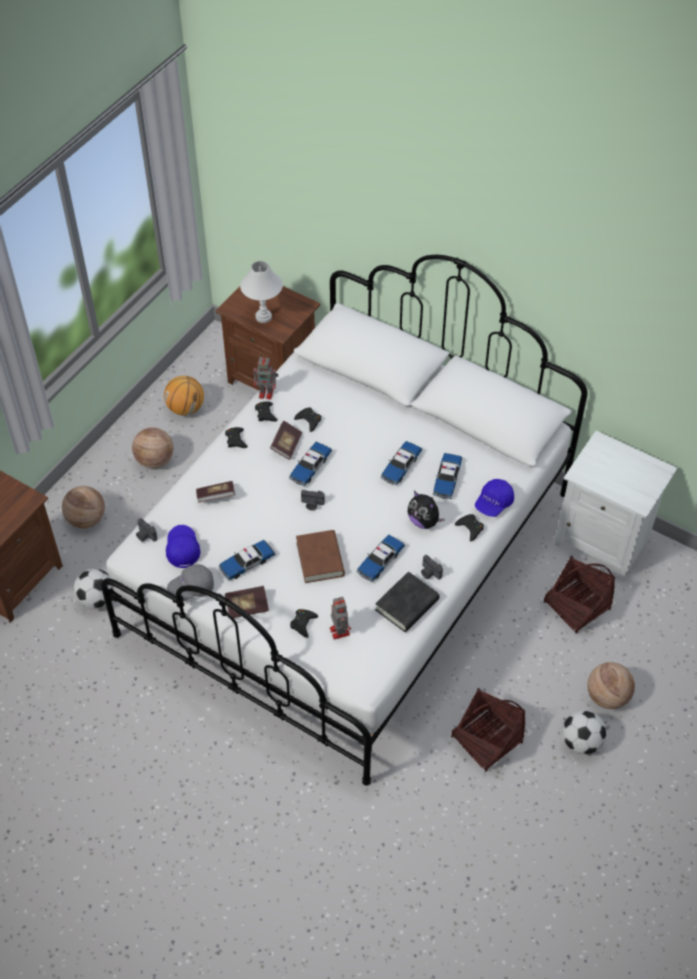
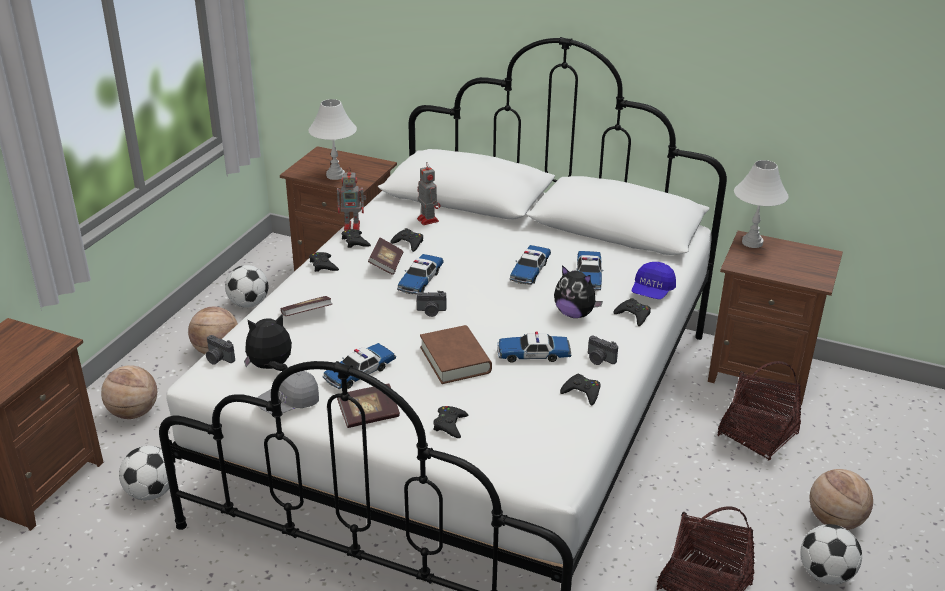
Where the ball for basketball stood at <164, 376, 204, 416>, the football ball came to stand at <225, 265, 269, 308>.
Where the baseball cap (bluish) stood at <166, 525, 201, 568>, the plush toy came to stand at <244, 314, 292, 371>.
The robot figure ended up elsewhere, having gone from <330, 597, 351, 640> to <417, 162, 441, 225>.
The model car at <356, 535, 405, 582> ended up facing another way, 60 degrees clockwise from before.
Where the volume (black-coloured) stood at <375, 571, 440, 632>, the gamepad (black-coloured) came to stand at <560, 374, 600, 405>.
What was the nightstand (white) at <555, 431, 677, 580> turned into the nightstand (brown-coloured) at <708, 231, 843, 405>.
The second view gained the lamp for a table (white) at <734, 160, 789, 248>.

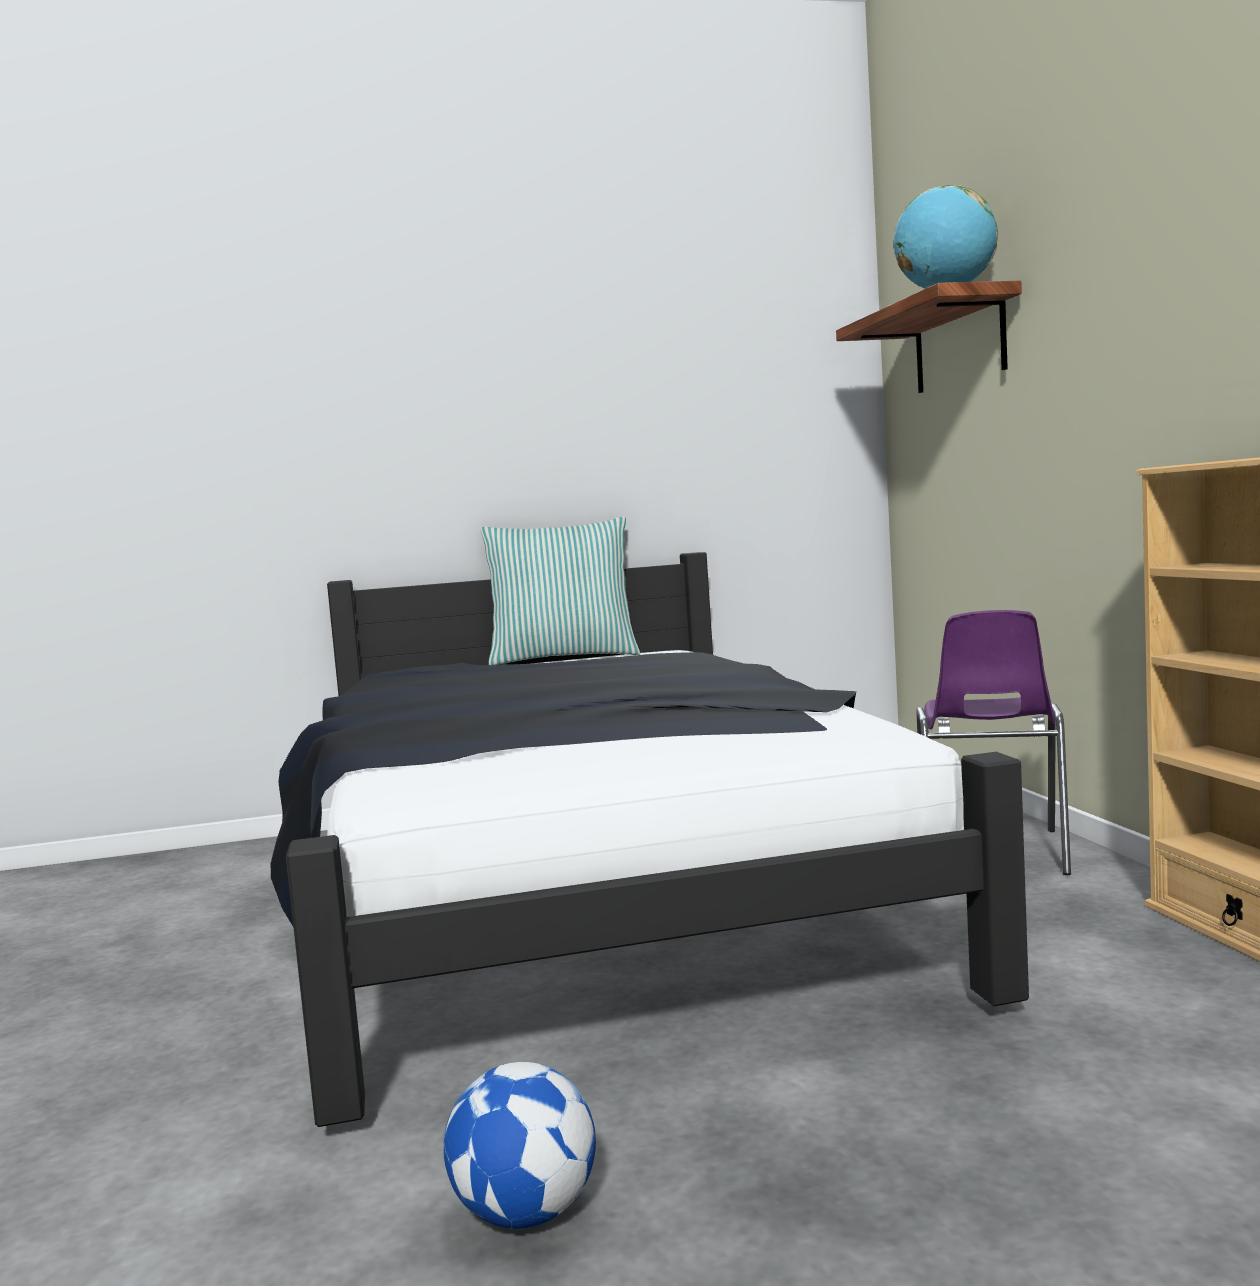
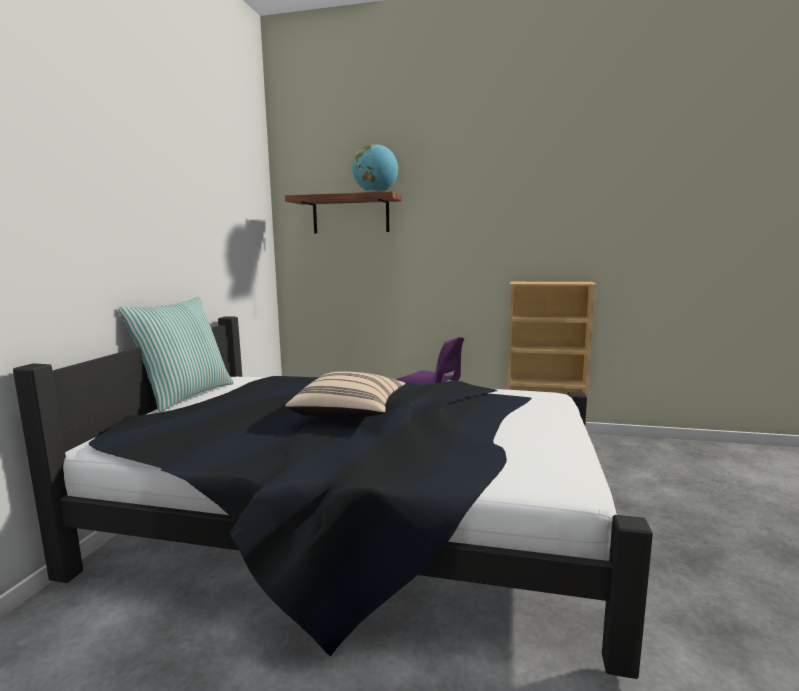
The second view gained the cushion (beige) at <285, 371, 406, 418>.
The second view lost the football ball at <443, 1062, 596, 1229>.

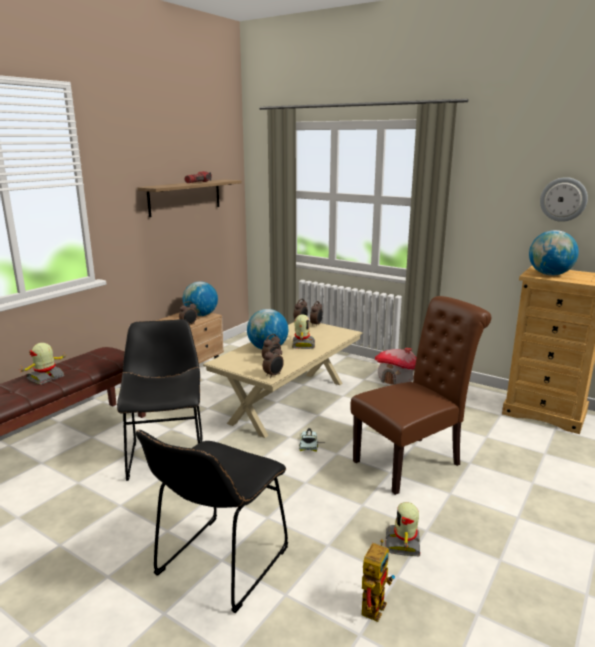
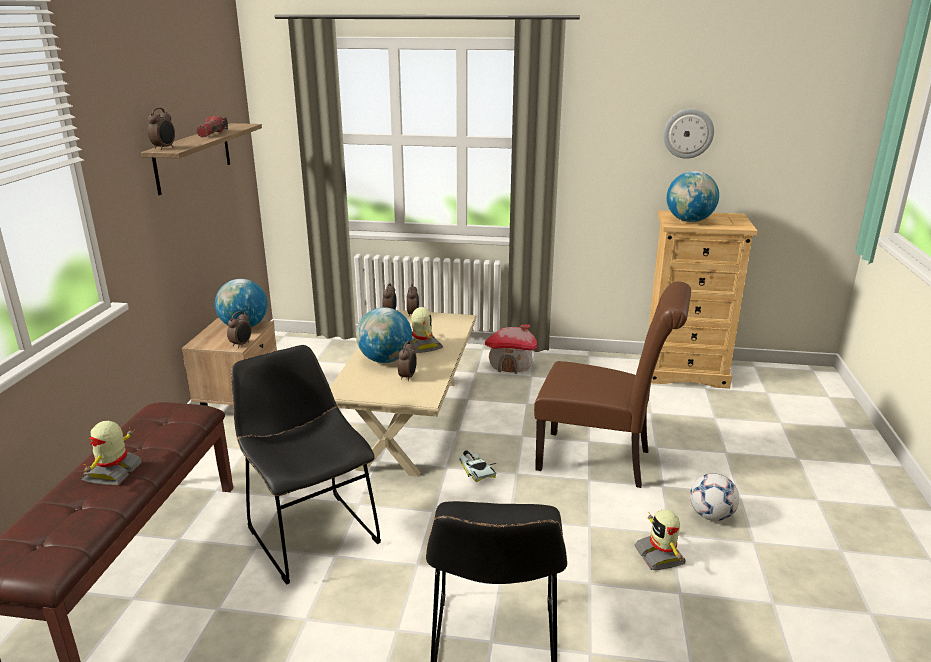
The bedside clock ended up elsewhere, having gone from <263, 346, 284, 378> to <148, 108, 175, 150>.
The chair (brown-coloured) at <350, 296, 492, 495> ended up facing another way, 75 degrees clockwise from before.
The second view gained the football ball at <690, 473, 739, 521>.
The second view lost the robot figure at <361, 539, 395, 622>.

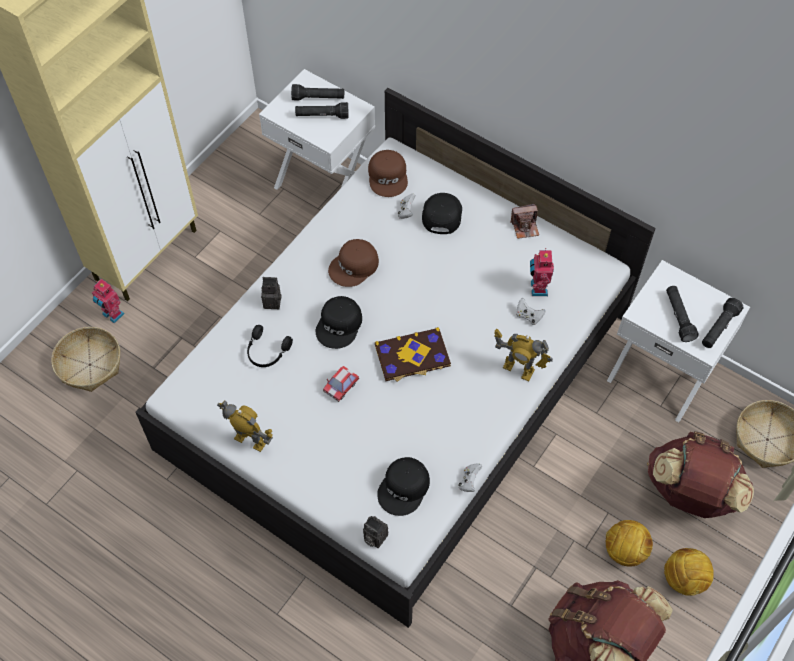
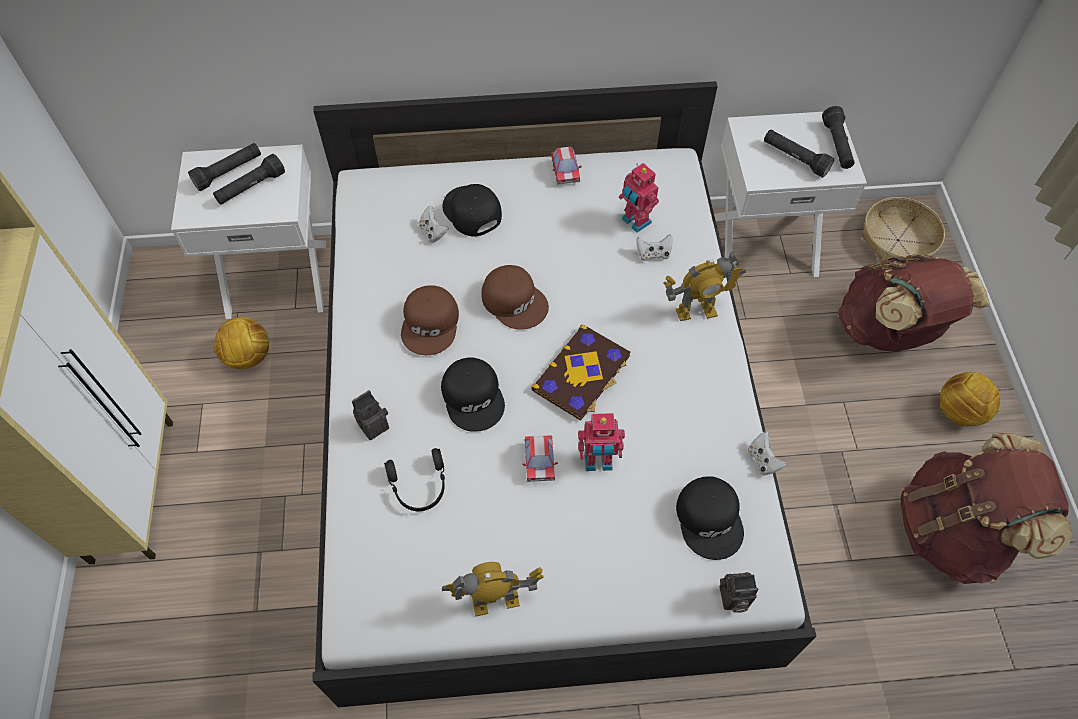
The football ball ended up elsewhere, having gone from <606, 520, 653, 567> to <213, 317, 269, 369>.
The baseball cap (brown-coloured) ended up elsewhere, having gone from <368, 150, 408, 197> to <481, 265, 549, 330>.
Where the photo camera stood at <510, 204, 539, 239>, the model car came to stand at <551, 146, 582, 185>.
The robot figure ended up elsewhere, having gone from <92, 279, 125, 323> to <578, 413, 625, 471>.
The second view lost the household basket at <51, 327, 120, 392>.

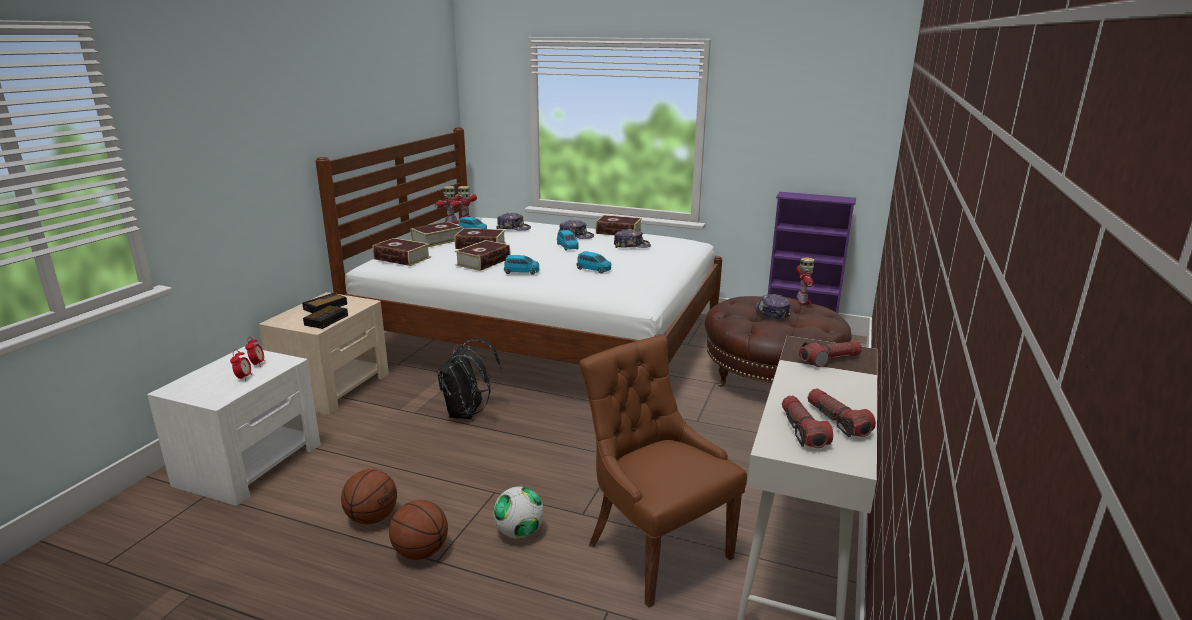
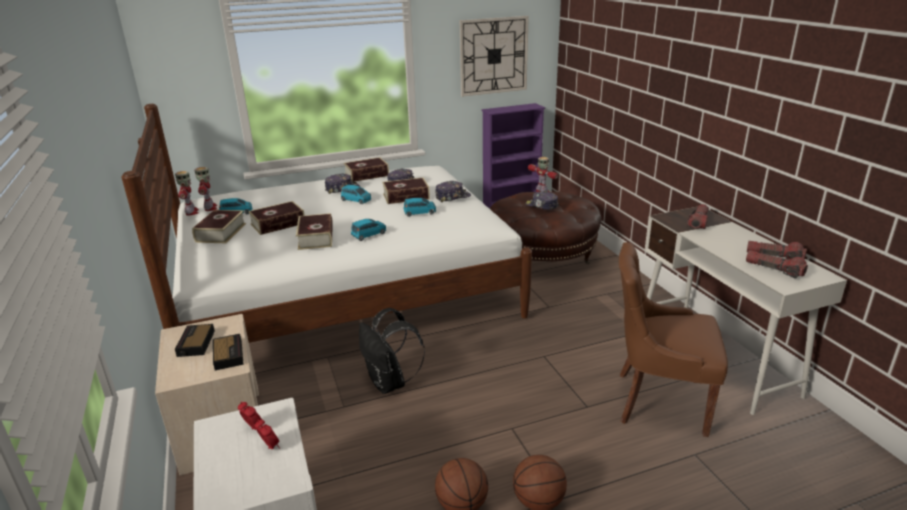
The volume ended up elsewhere, having gone from <373, 238, 431, 266> to <382, 178, 430, 204>.
The baseball cap ended up elsewhere, having gone from <496, 213, 531, 231> to <435, 181, 471, 202>.
The second view gained the wall clock at <460, 16, 529, 97>.
The second view lost the football ball at <493, 487, 544, 539>.

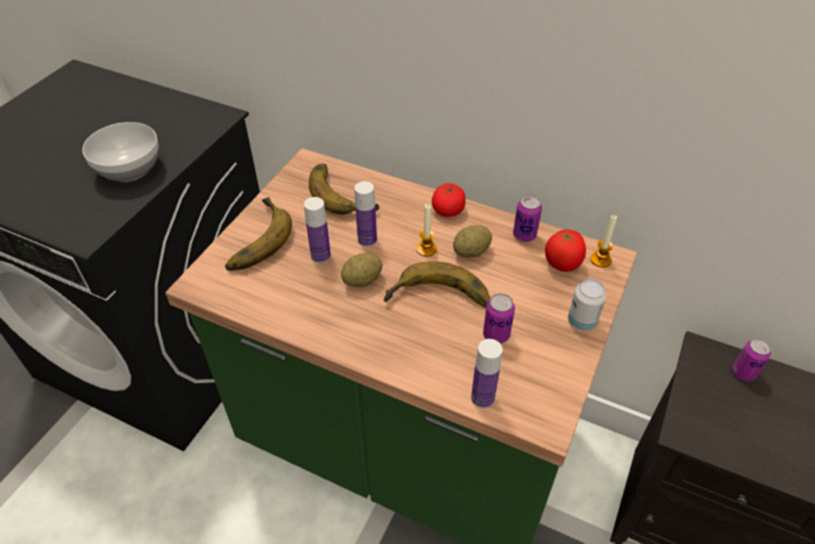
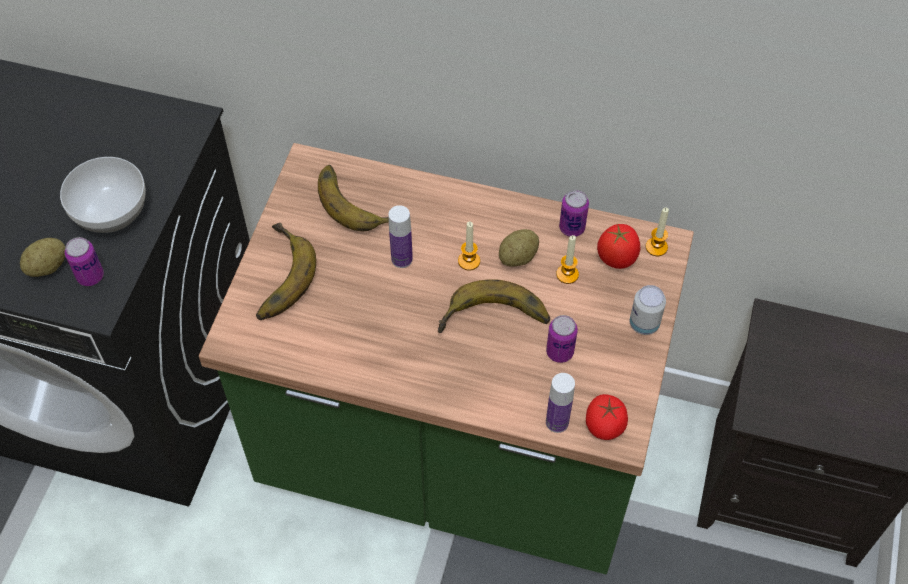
The spud ended up elsewhere, having gone from <341, 253, 383, 287> to <20, 238, 65, 277>.
The can ended up elsewhere, having gone from <732, 338, 771, 381> to <65, 237, 104, 286>.
The second view gained the candle at <556, 235, 579, 284>.
The fresh tomato ended up elsewhere, having gone from <432, 183, 466, 217> to <586, 394, 628, 440>.
The second view lost the bottle at <304, 197, 331, 263>.

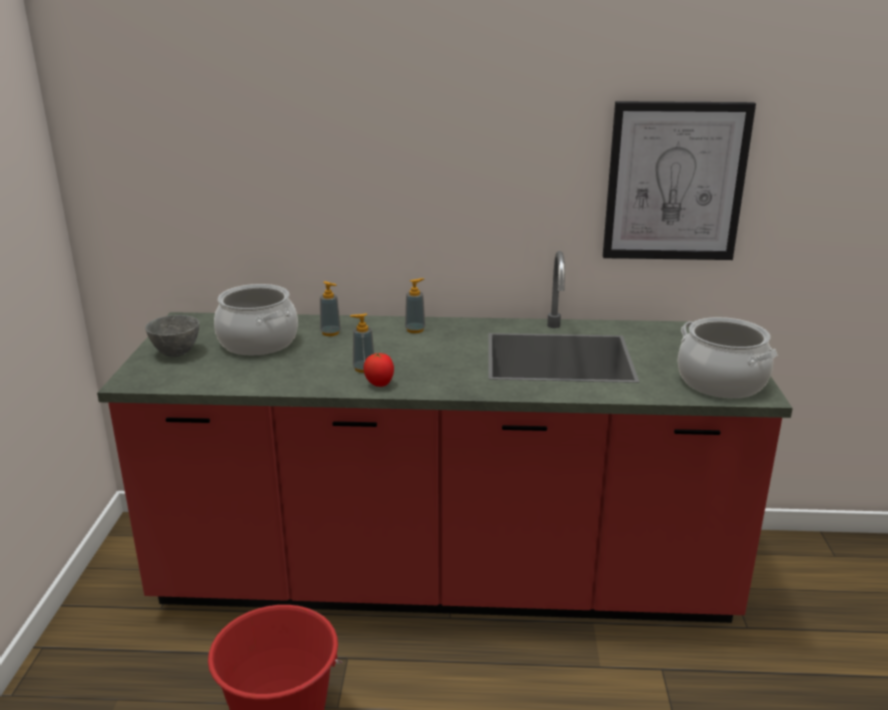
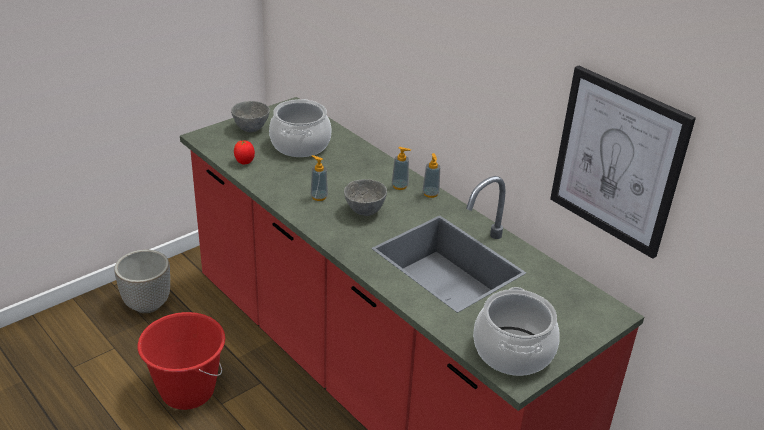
The second view gained the plant pot at <114, 249, 170, 313>.
The fresh tomato ended up elsewhere, having gone from <363, 352, 394, 387> to <234, 140, 255, 164>.
The second view gained the serving bowl (greyish) at <344, 179, 387, 216>.
The liquid soap bottle ended up elsewhere, having gone from <320, 281, 341, 336> to <422, 153, 440, 198>.

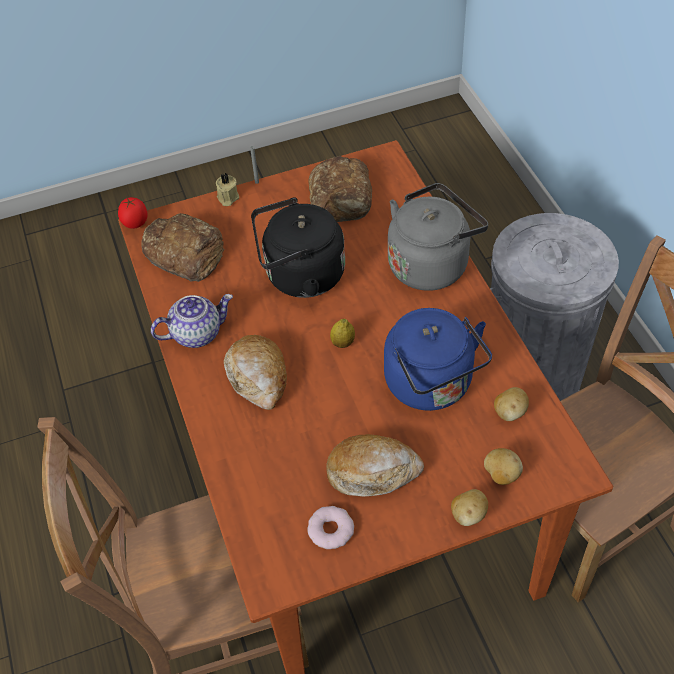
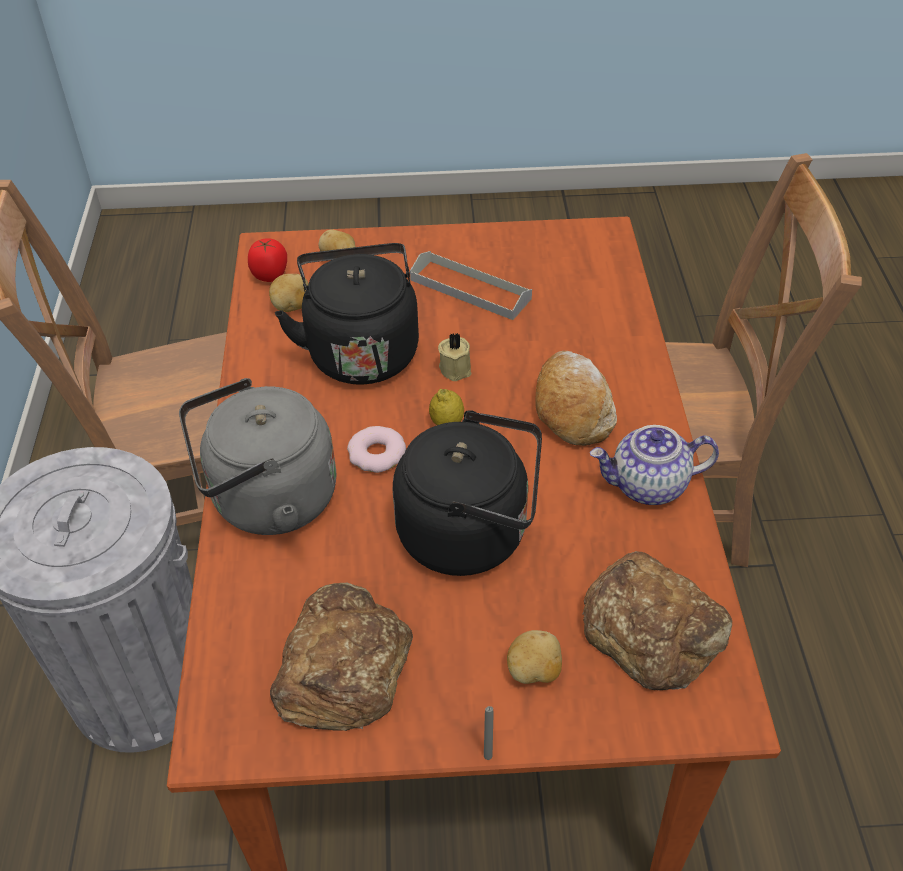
The fresh tomato ended up elsewhere, having gone from <118, 197, 147, 229> to <248, 238, 287, 282>.
What was the tea kettle (bluish) at <384, 308, 492, 411> turned into the tea kettle (black-coloured) at <275, 243, 419, 384>.
The ring doughnut ended up elsewhere, having gone from <307, 506, 354, 549> to <347, 426, 406, 473>.
Where the baked bread stood at <326, 434, 424, 497>, the carrying tray (greyish) came to stand at <410, 251, 532, 320>.
The candle (beige) ended up elsewhere, having gone from <216, 173, 239, 206> to <438, 333, 472, 381>.
The spud ended up elsewhere, having gone from <451, 489, 488, 526> to <507, 630, 562, 684>.

